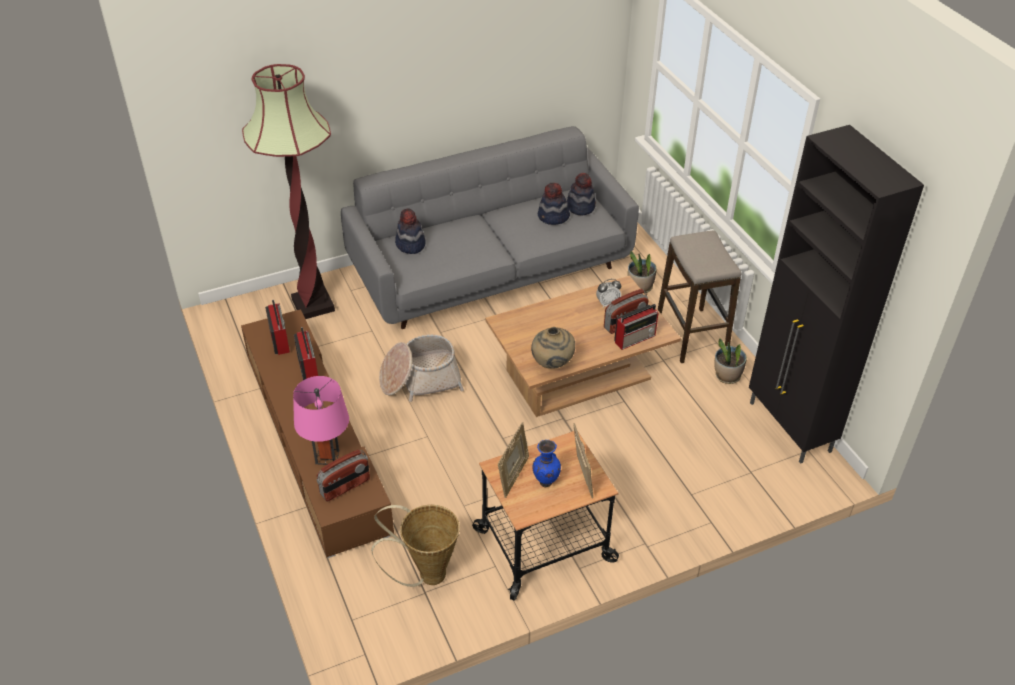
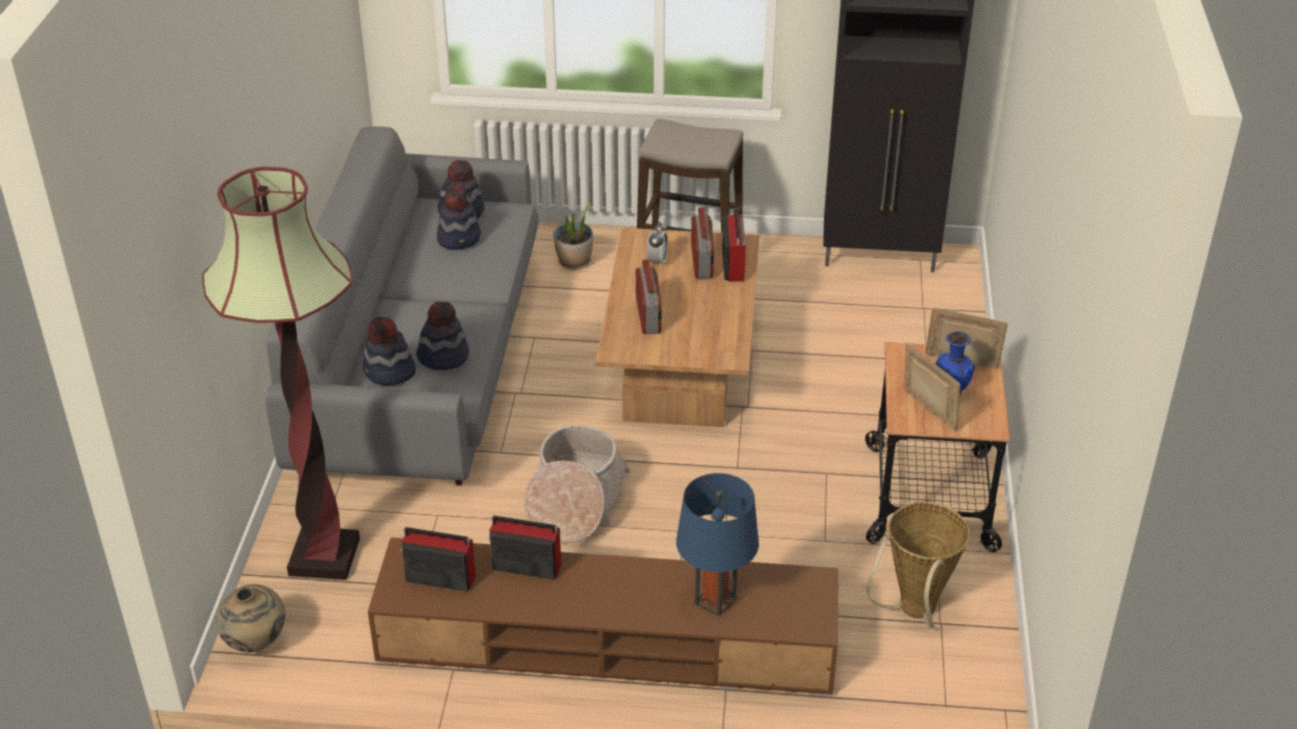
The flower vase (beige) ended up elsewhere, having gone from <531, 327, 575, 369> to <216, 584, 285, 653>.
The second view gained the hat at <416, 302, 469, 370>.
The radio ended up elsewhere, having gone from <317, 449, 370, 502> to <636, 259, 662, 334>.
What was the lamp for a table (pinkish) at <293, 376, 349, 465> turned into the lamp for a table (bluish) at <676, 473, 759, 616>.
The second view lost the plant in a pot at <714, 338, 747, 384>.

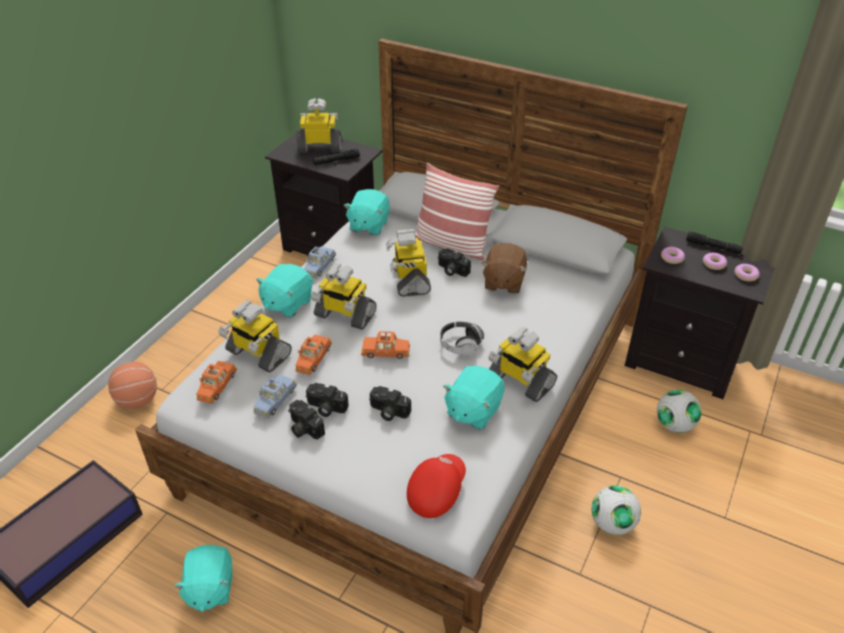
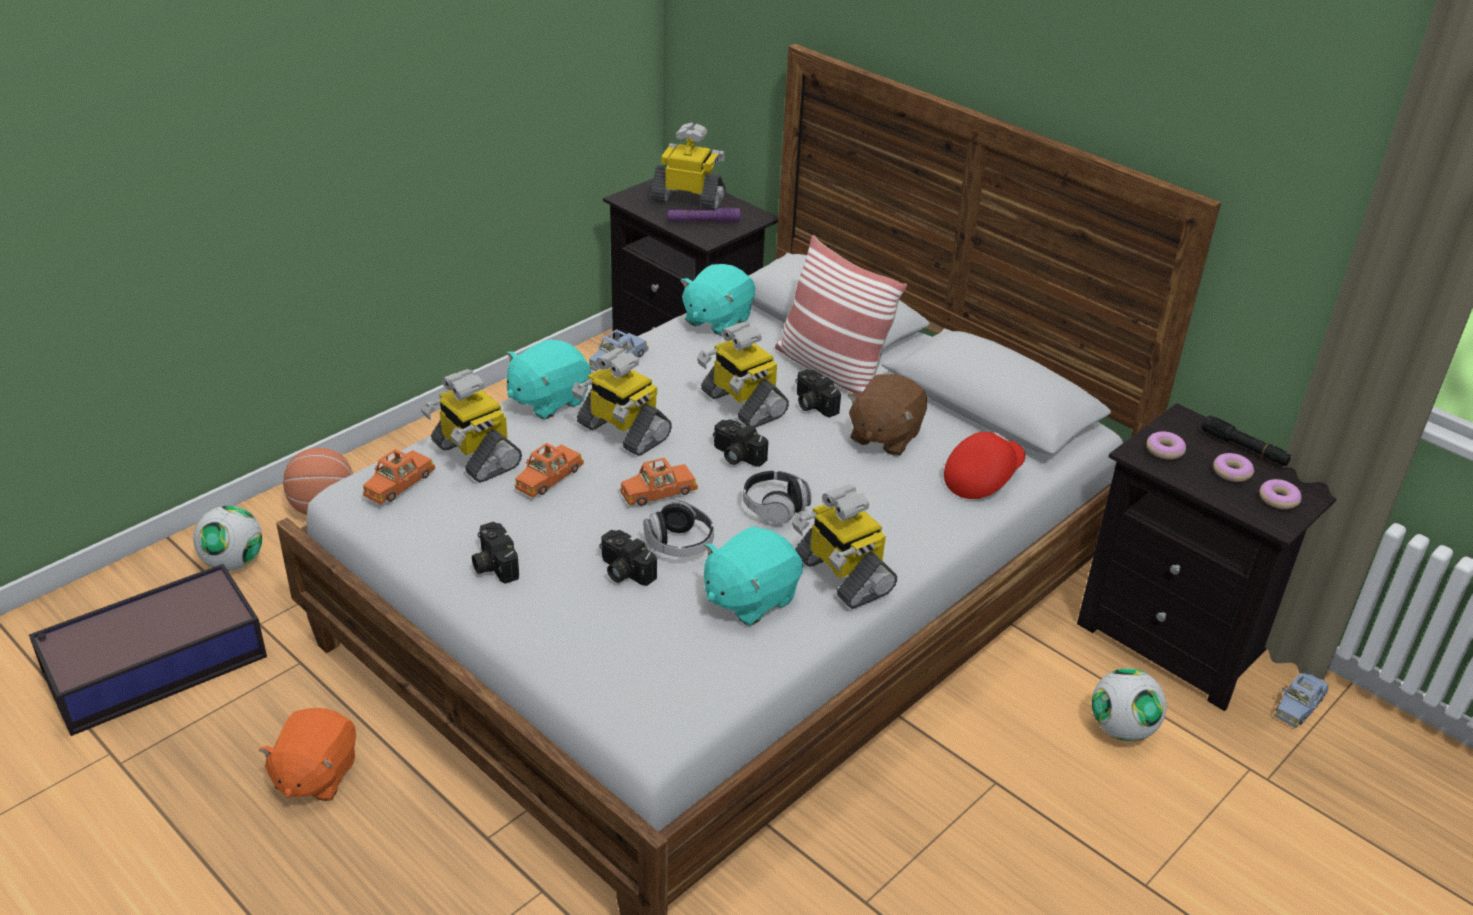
The football ball ended up elsewhere, having gone from <592, 486, 641, 535> to <193, 506, 262, 571>.
What was the plush toy (blue-green) at <174, 545, 232, 612> turned into the plush toy (orange) at <259, 708, 356, 801>.
The model car (orange) at <361, 331, 410, 359> ended up facing another way, 135 degrees clockwise from before.
The second view gained the headphones at <644, 500, 714, 557>.
What was the flashlight (black-coloured) at <313, 149, 360, 165> turned into the flashlight (purplish) at <668, 208, 740, 223>.
The robot figure at <386, 229, 431, 297> ended up facing another way, 45 degrees counterclockwise from before.
The photo camera ended up elsewhere, having gone from <306, 383, 349, 417> to <713, 420, 768, 467>.
The baseball cap (red) ended up elsewhere, having gone from <407, 454, 466, 518> to <944, 432, 1025, 499>.
The model car (bluish) ended up elsewhere, having gone from <253, 374, 297, 419> to <1274, 673, 1329, 728>.

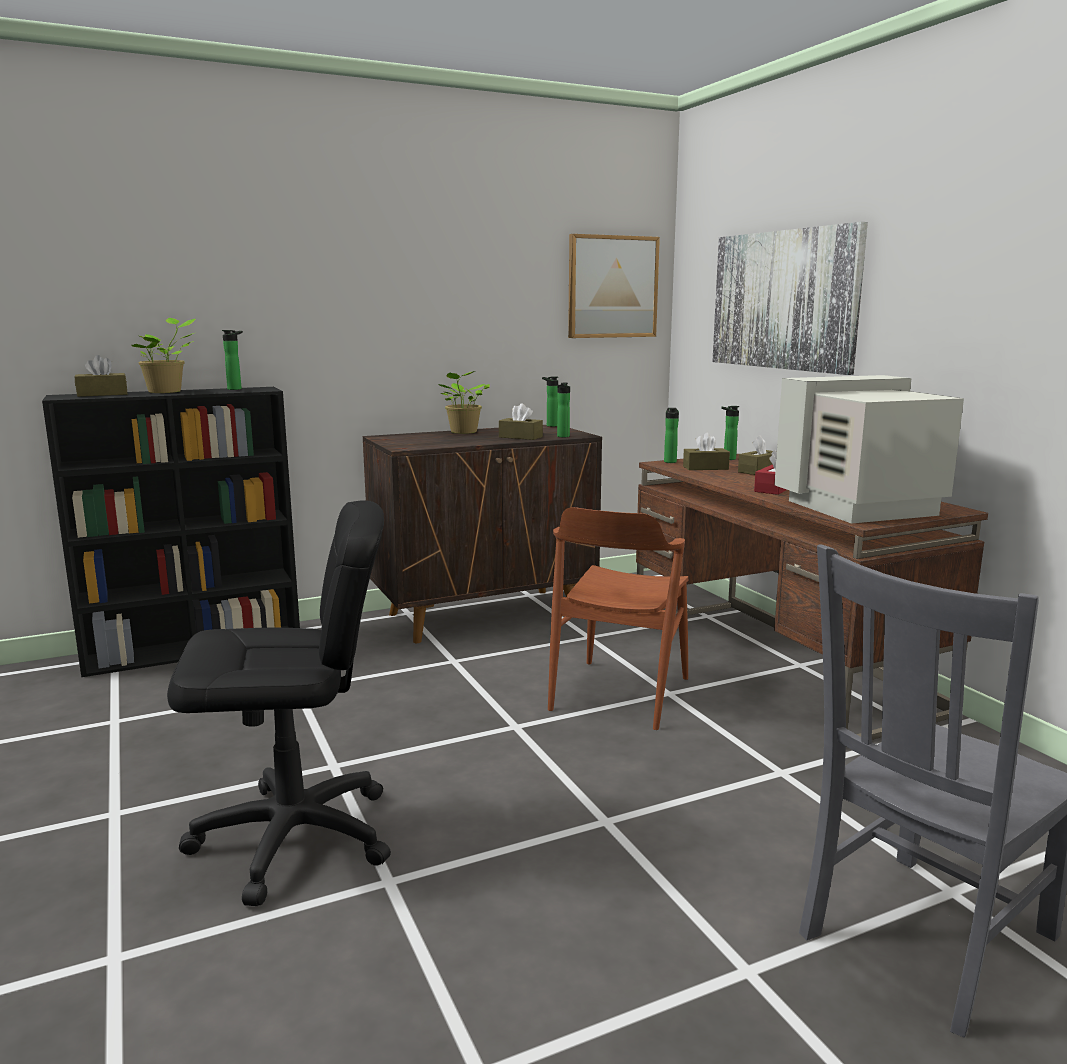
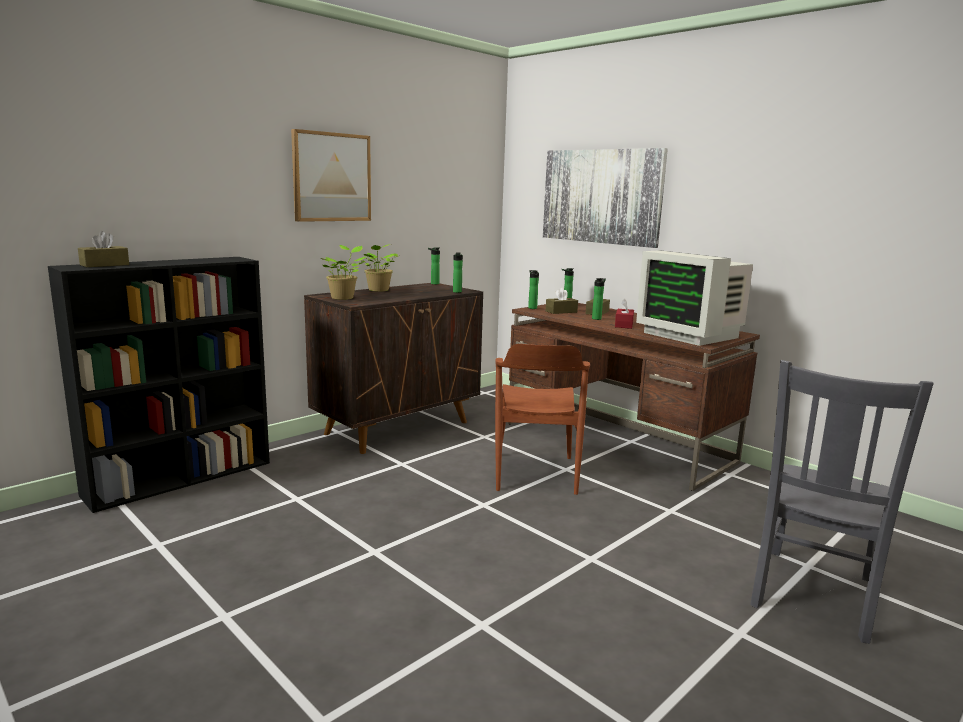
The wall art ended up elsewhere, having gone from <568, 234, 660, 338> to <291, 129, 371, 222>.
The plant in a pot ended up elsewhere, having gone from <131, 318, 195, 393> to <321, 245, 366, 300>.
The bottle ended up elsewhere, having gone from <222, 330, 243, 390> to <592, 278, 606, 320>.
The computer screen at <774, 375, 964, 524> ended up facing another way, 90 degrees counterclockwise from before.
The second view lost the office chair (black-coloured) at <167, 500, 391, 906>.
The second view lost the tissue holder (brown-coloured) at <499, 403, 543, 440>.

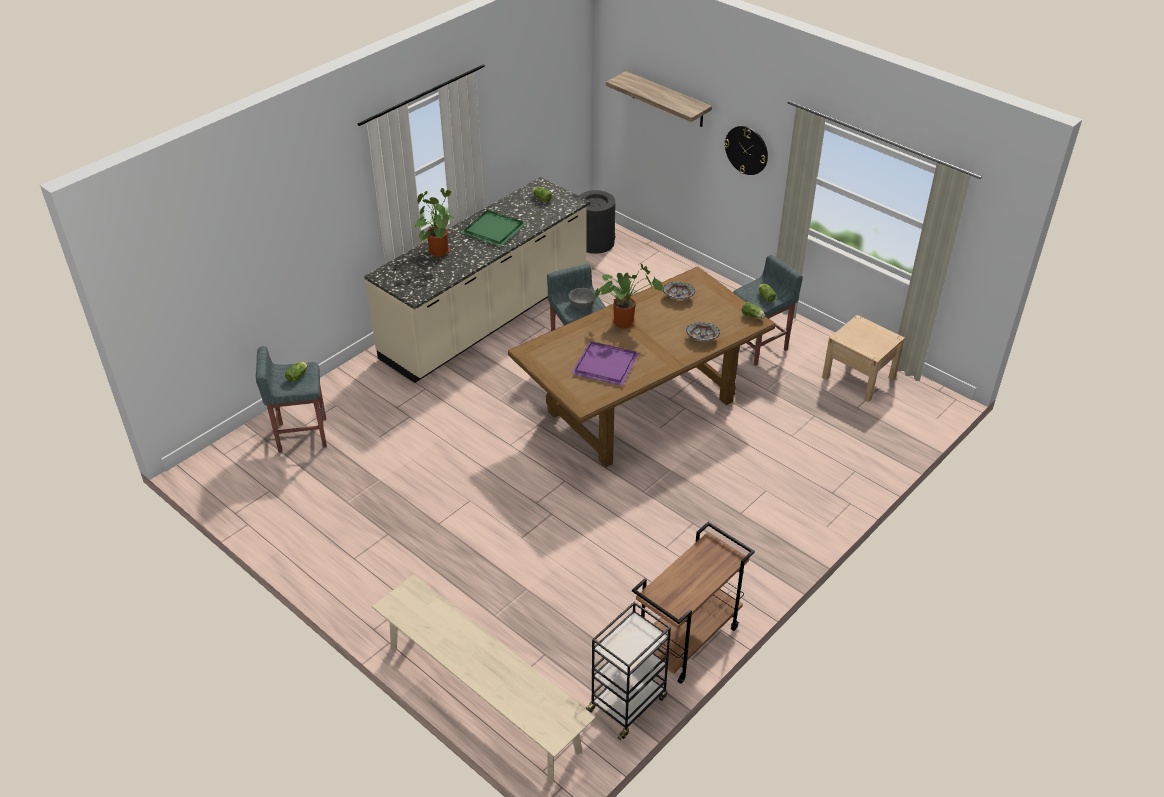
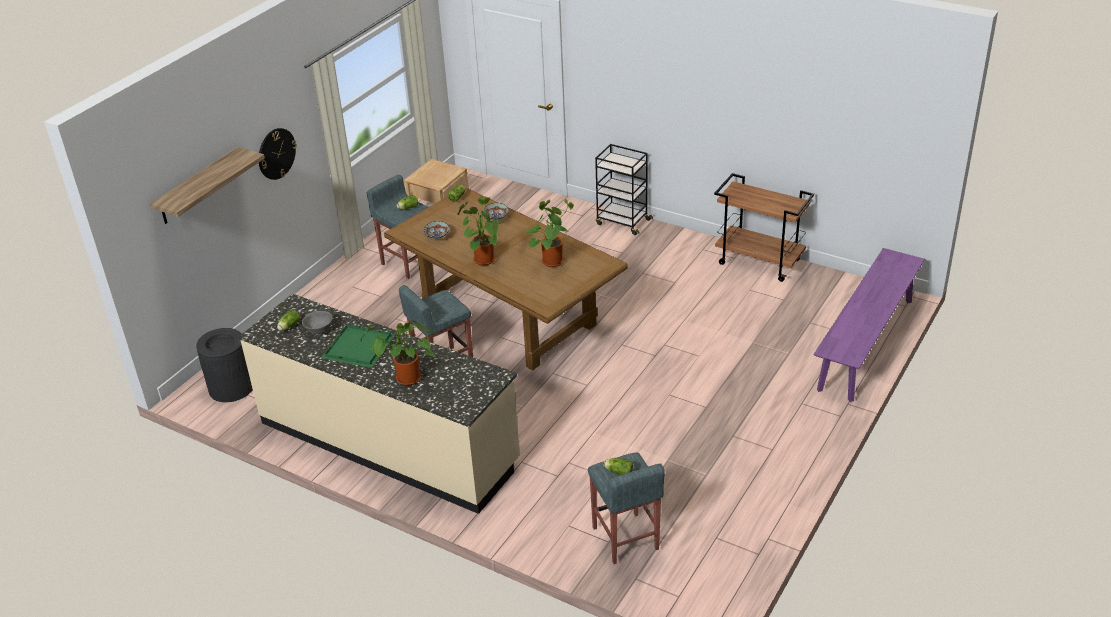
The serving bowl (greyish) ended up elsewhere, having gone from <569, 288, 596, 309> to <302, 311, 332, 334>.
Where the carrying tray (purplish) stood at <571, 341, 639, 386>, the plant in a pot came to stand at <525, 199, 574, 267>.
The trolley (black-coloured) ended up elsewhere, having gone from <586, 602, 671, 740> to <595, 144, 653, 235>.
What was the long seat (beige) at <372, 574, 596, 782> turned into the long seat (purplish) at <814, 248, 925, 402>.

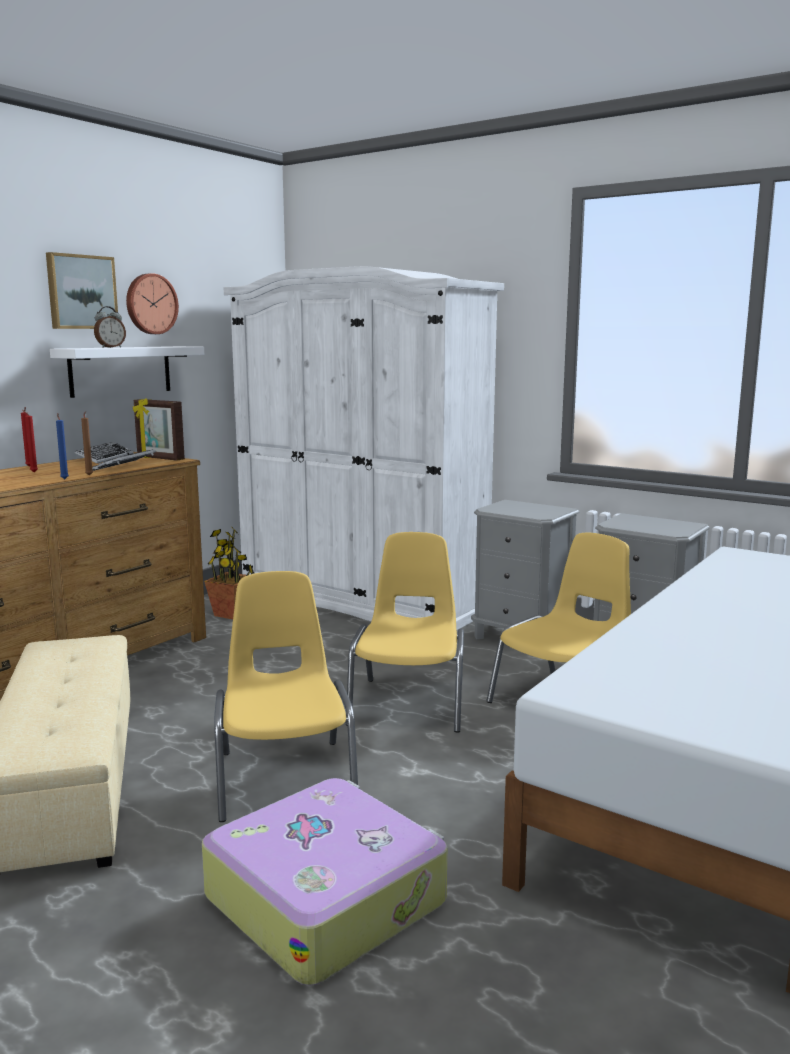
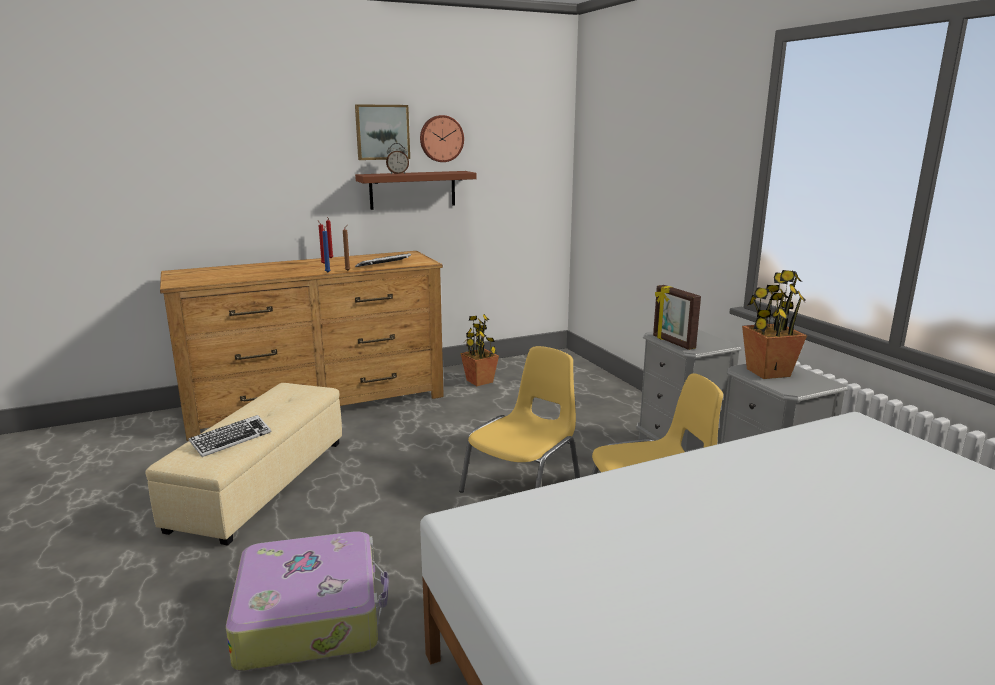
The computer keyboard ended up elsewhere, having gone from <75, 442, 134, 464> to <189, 415, 271, 457>.
What was the wall shelf (white) at <50, 346, 204, 398> turned into the wall shelf (brown-coloured) at <355, 171, 477, 210>.
The standing frame ended up elsewhere, having gone from <133, 398, 185, 461> to <653, 285, 701, 350>.
The second view gained the plant in a pot at <742, 270, 807, 379>.
The second view lost the chair (yellow) at <214, 571, 358, 822>.
The second view lost the clothes cupboard (white) at <224, 266, 504, 630>.

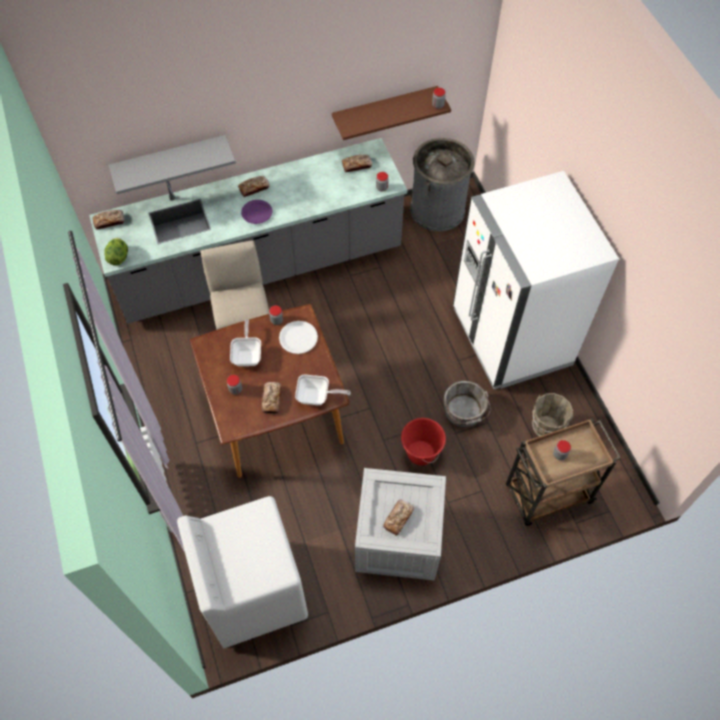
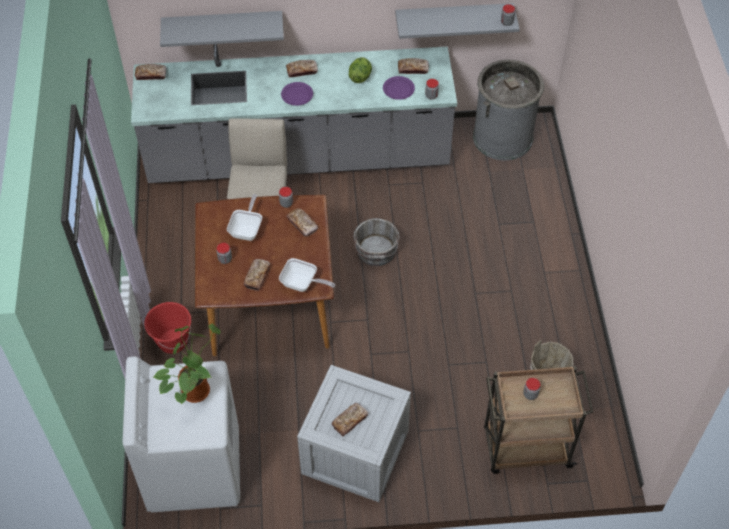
The water bucket (red) ended up elsewhere, having gone from <401, 418, 446, 465> to <144, 302, 191, 354>.
The second view gained the plant in a pot at <154, 324, 220, 404>.
Where the plate (white) stood at <279, 321, 318, 354>, the baked bread came to stand at <287, 208, 318, 237>.
The lettuce head ended up elsewhere, having gone from <104, 238, 128, 266> to <349, 57, 372, 83>.
The water bucket (greyish) ended up elsewhere, having gone from <444, 381, 490, 428> to <353, 218, 400, 266>.
The second view gained the plate (purplish) at <383, 76, 415, 100>.
What was the wall shelf (brown-coloured) at <332, 86, 451, 140> turned into the wall shelf (greyish) at <395, 3, 520, 39>.
The second view lost the fridge (white) at <453, 171, 619, 389>.

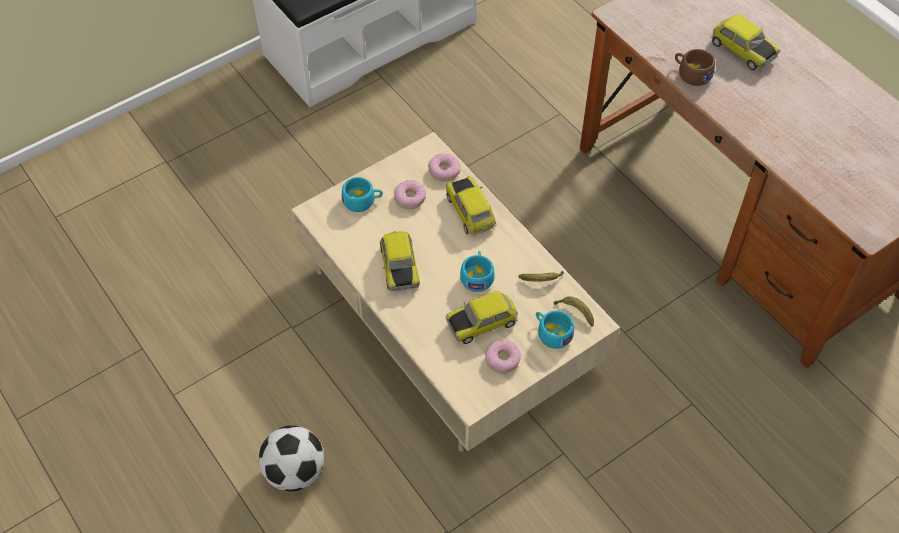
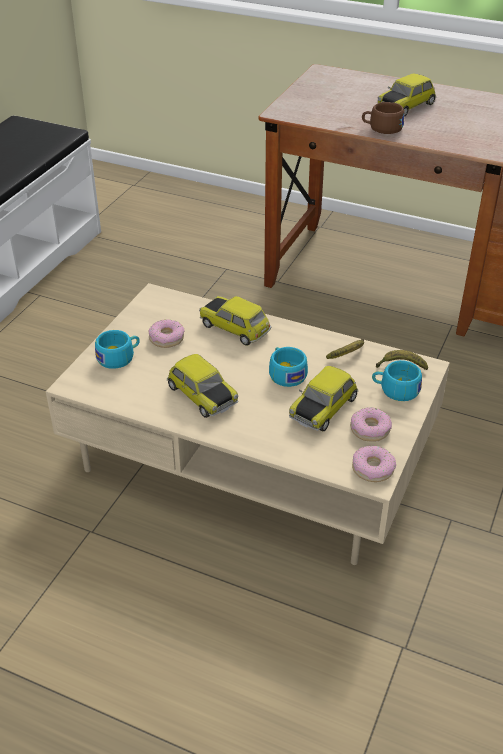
The ring doughnut ended up elsewhere, having gone from <428, 153, 460, 181> to <352, 445, 396, 482>.
The model car at <711, 14, 780, 70> ended up facing another way, 120 degrees clockwise from before.
The second view lost the football ball at <259, 425, 324, 491>.

